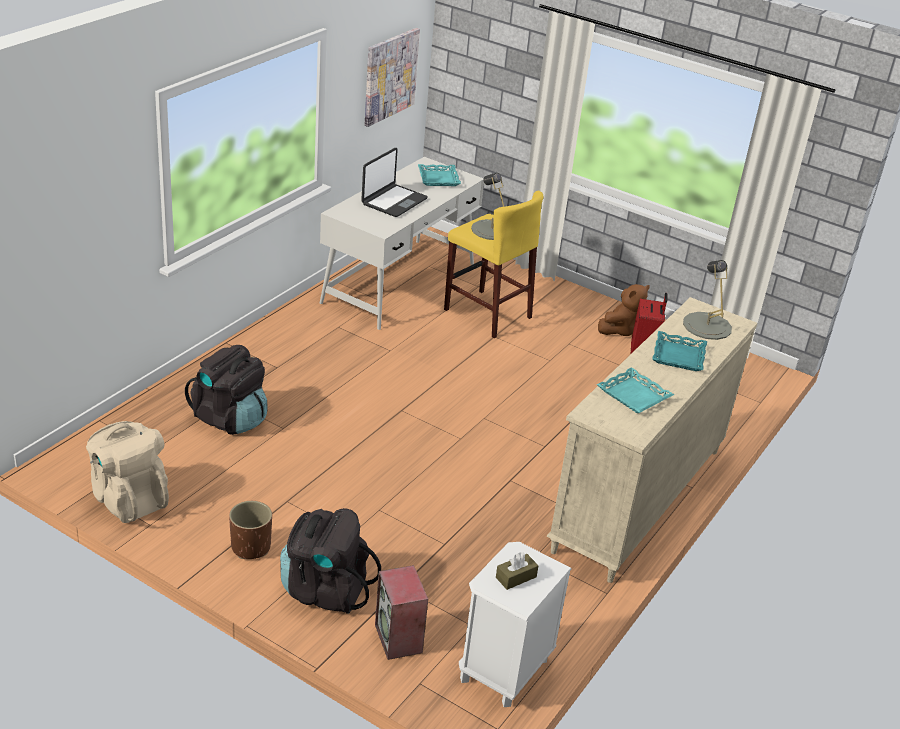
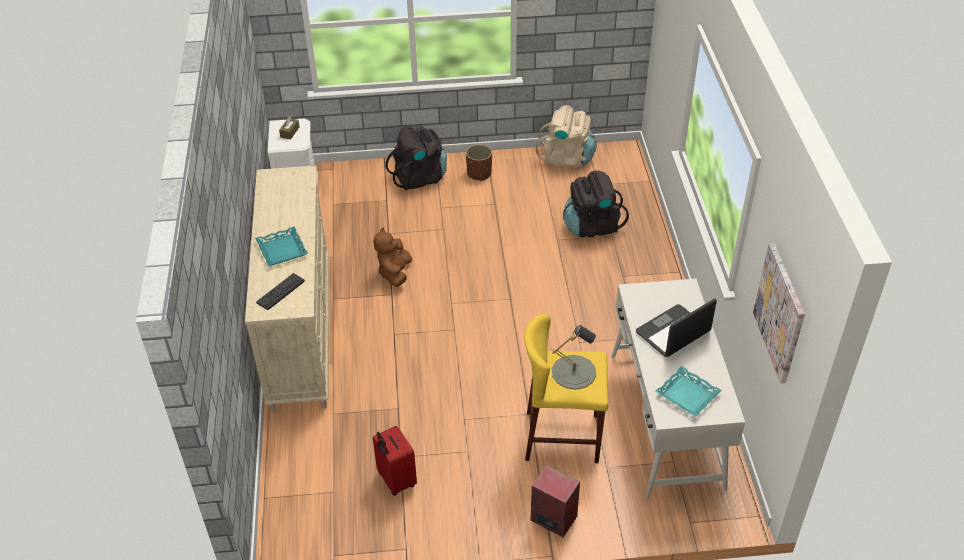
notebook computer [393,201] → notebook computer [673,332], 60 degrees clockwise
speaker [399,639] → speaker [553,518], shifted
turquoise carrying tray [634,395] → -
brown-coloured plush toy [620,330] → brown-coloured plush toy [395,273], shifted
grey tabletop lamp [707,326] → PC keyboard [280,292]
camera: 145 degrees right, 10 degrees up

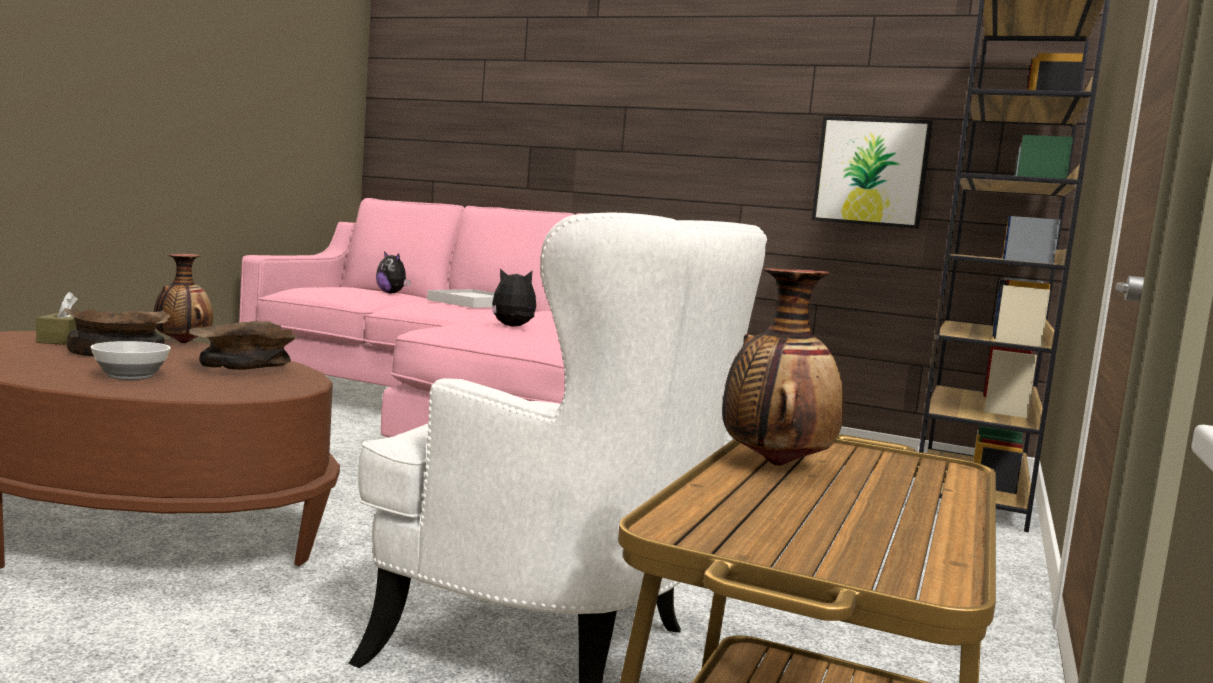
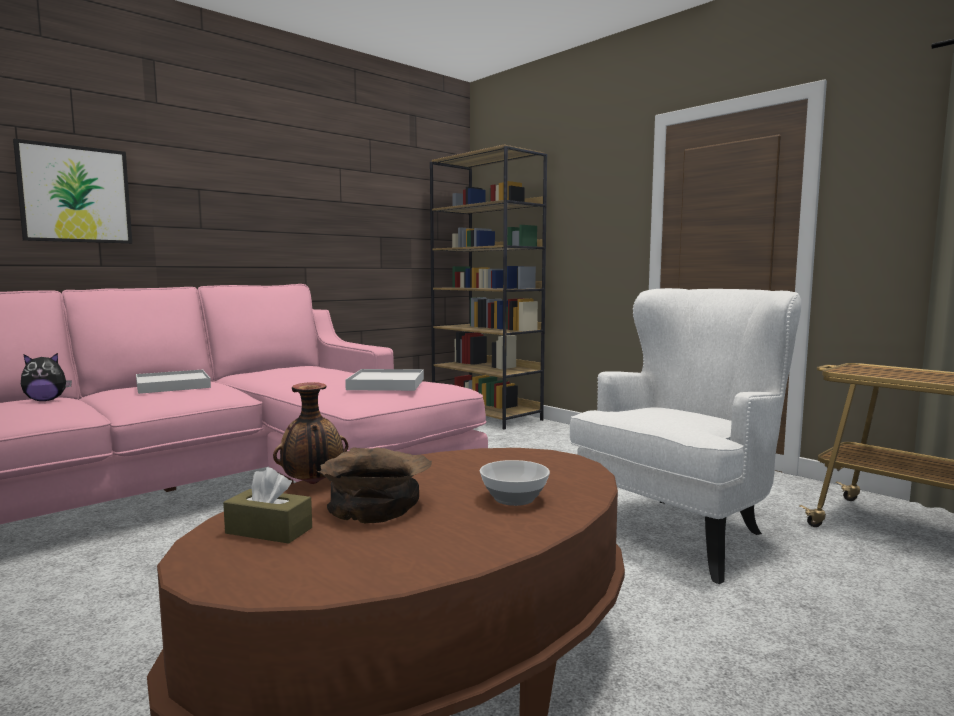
brown-coloured bowl [242,369] → -
plush toy [513,327] → white carrying tray [386,384]
decorative vase [774,464] → -
picture [870,172] → picture [75,194], shifted
camera: 65 degrees left, 0 degrees up

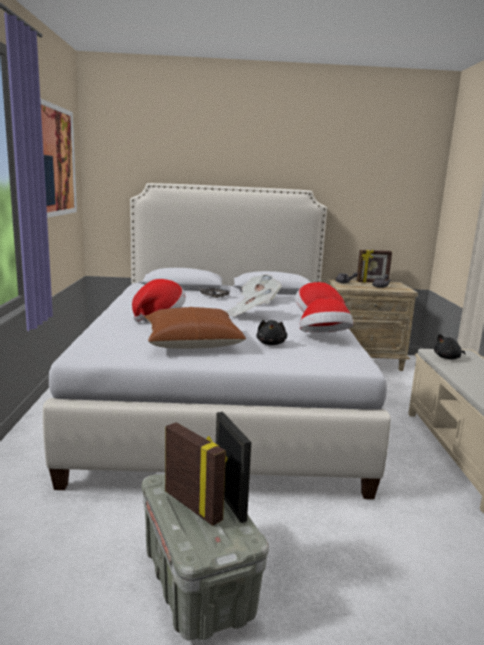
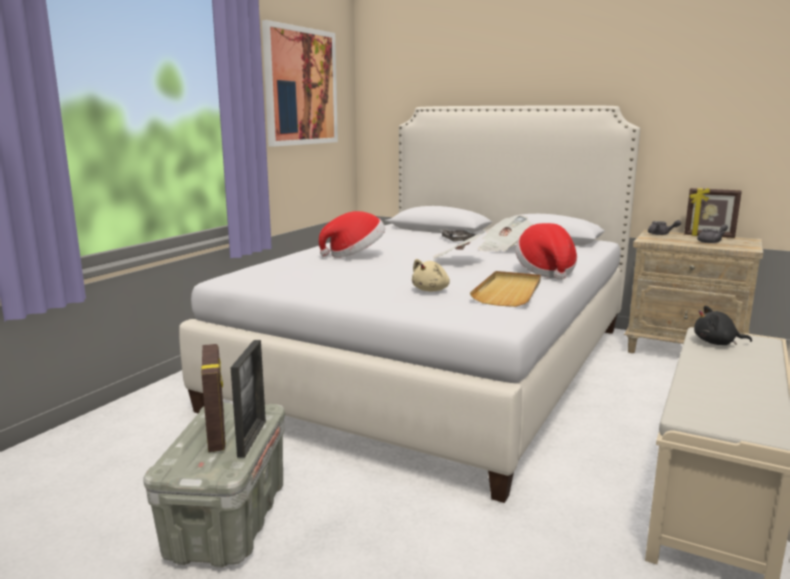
brown-coloured throw pillow [192,342] → -
blackish plush toy [271,343] → sand-coloured plush toy [431,290]
hat [324,338] → sand-coloured carrying tray [509,292]
camera: 30 degrees right, 0 degrees up

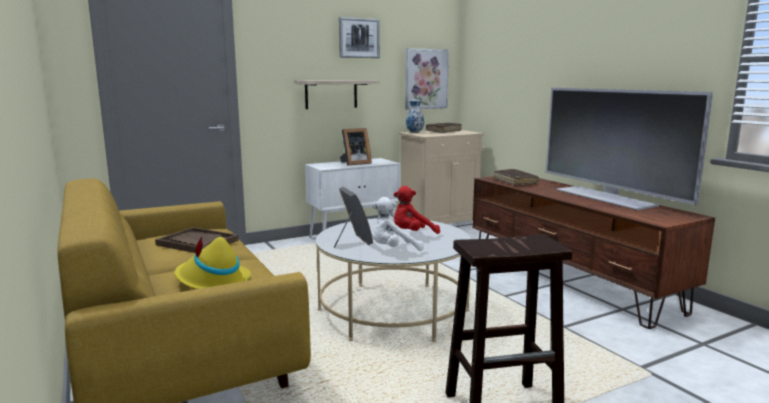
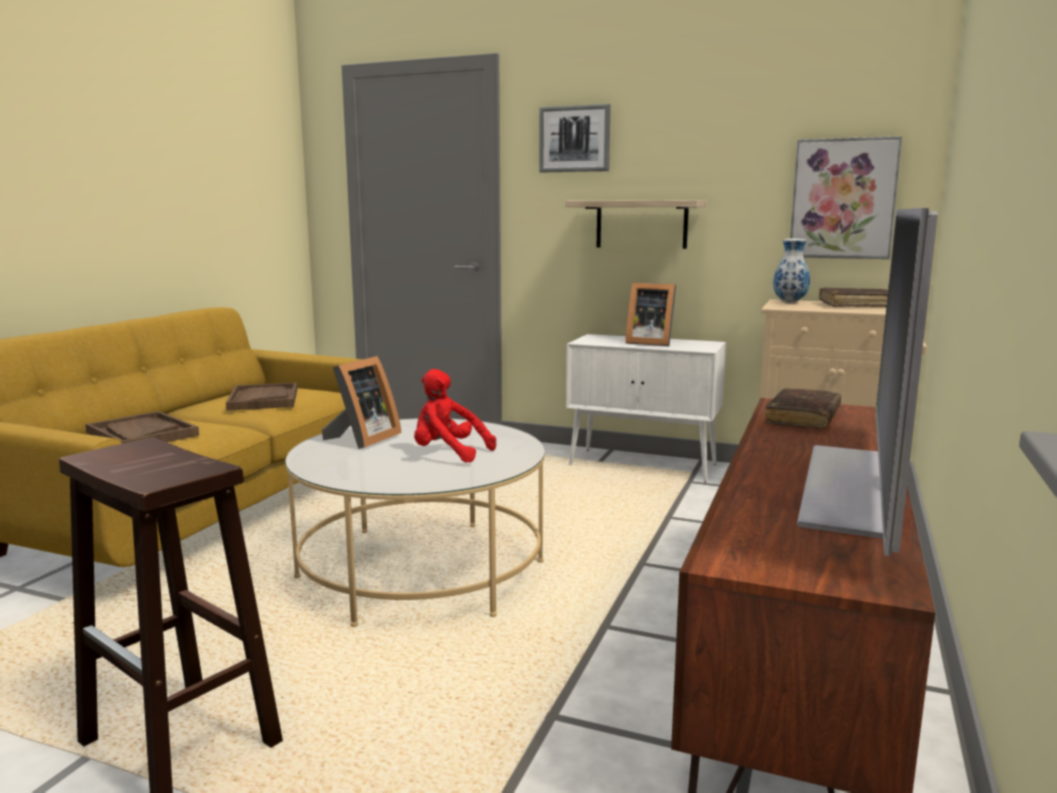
yellow-coloured hat [212,281] → brown-coloured carrying tray [142,434]
picture [359,38] → picture [574,139], shifted
white plush toy [393,250] → -
camera: 50 degrees right, 0 degrees up

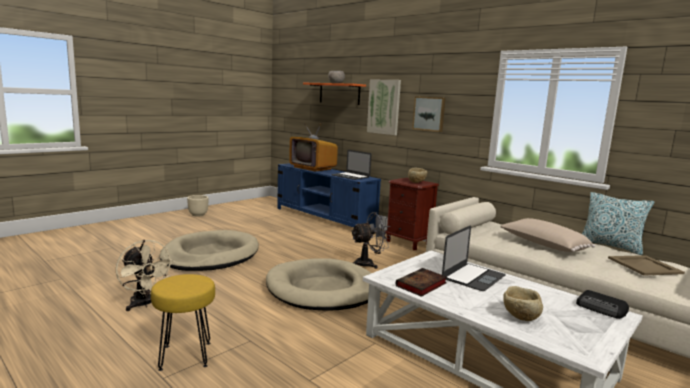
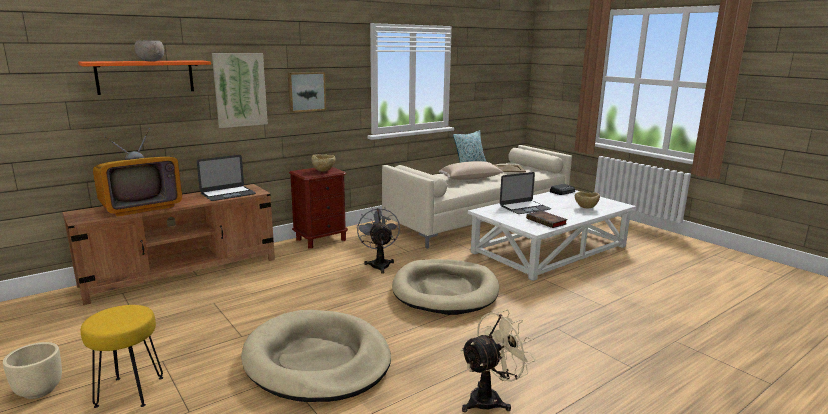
yellow-coloured stool seat [186,356] → yellow-coloured stool seat [131,391], shifted
bluish tv unit [324,218] → brown-coloured tv unit [183,272]
notebook computer [473,277] → notebook computer [525,207], 105 degrees clockwise
camera: 80 degrees left, 5 degrees up

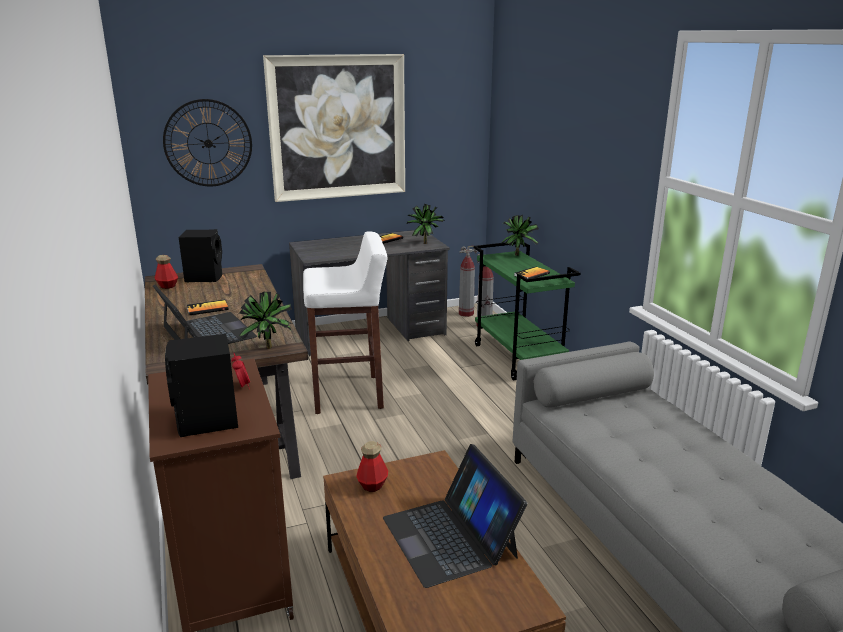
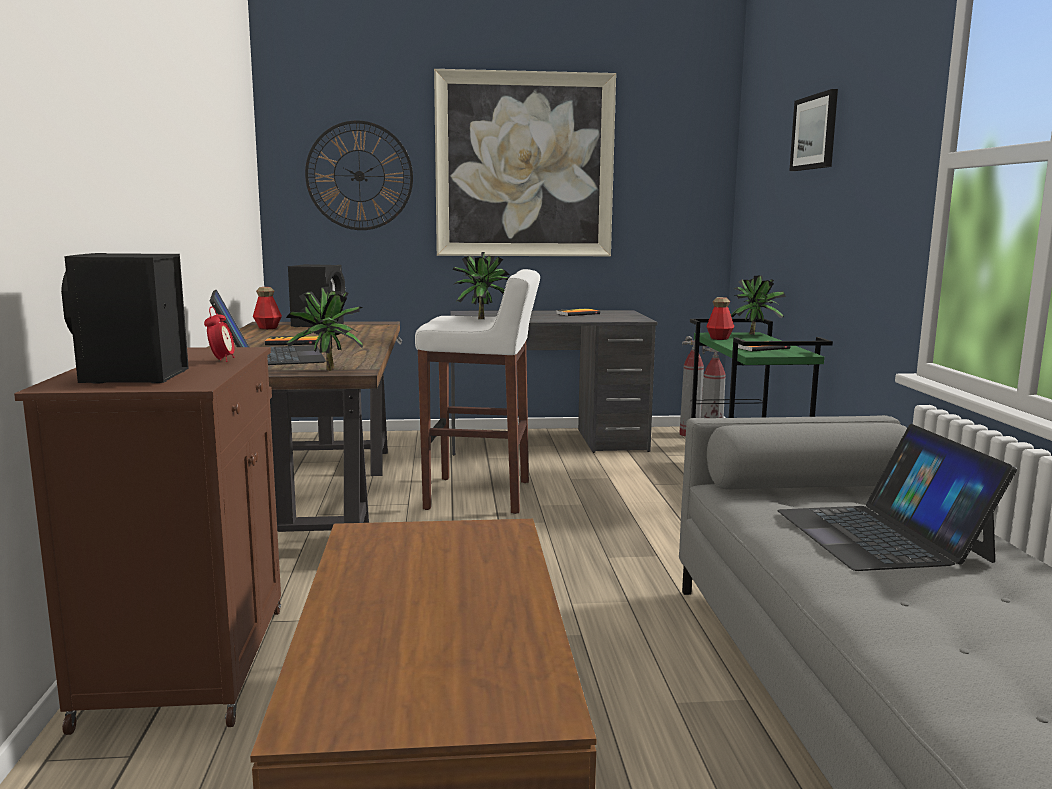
drink bottle [372,485] → drink bottle [719,338], shifted
notebook computer [450,537] → notebook computer [881,535], shifted
houseplant [424,243] → houseplant [481,319], shifted
- → picture [815,132]
camera: 15 degrees right, 10 degrees down

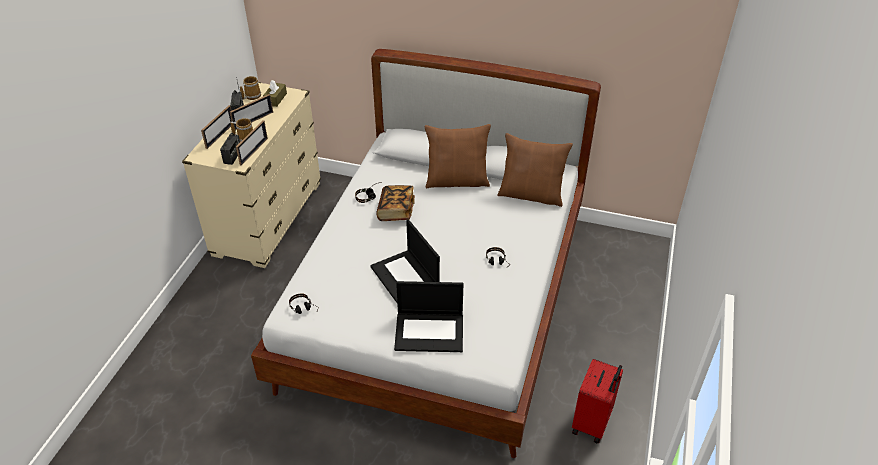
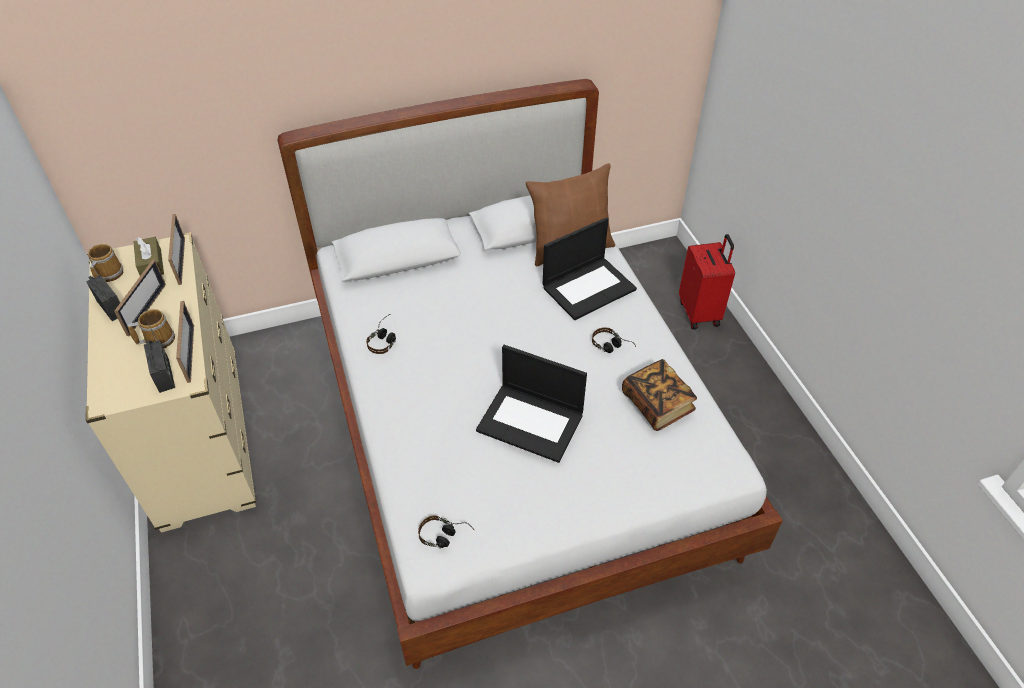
standing frame [220,135] → standing frame [181,261], shifted
bound book [396,211] → bound book [657,404], shifted
notebook computer [430,331] → notebook computer [589,287], shifted
brown-coloured throw pillow [457,181] → -
red piece of luggage [592,423] → red piece of luggage [700,313], shifted
camera: 35 degrees left, 5 degrees up

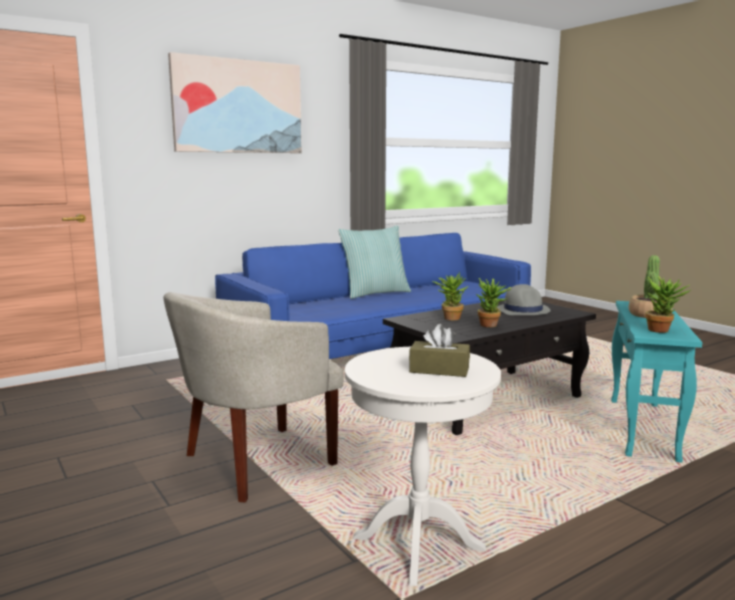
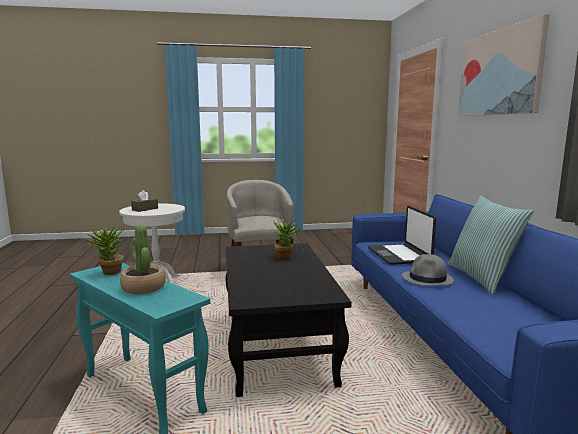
houseplant [491,326] → -
grey hat [523,310] → grey hat [427,279], shifted
- → notebook computer [399,255]
camera: 115 degrees right, 0 degrees up

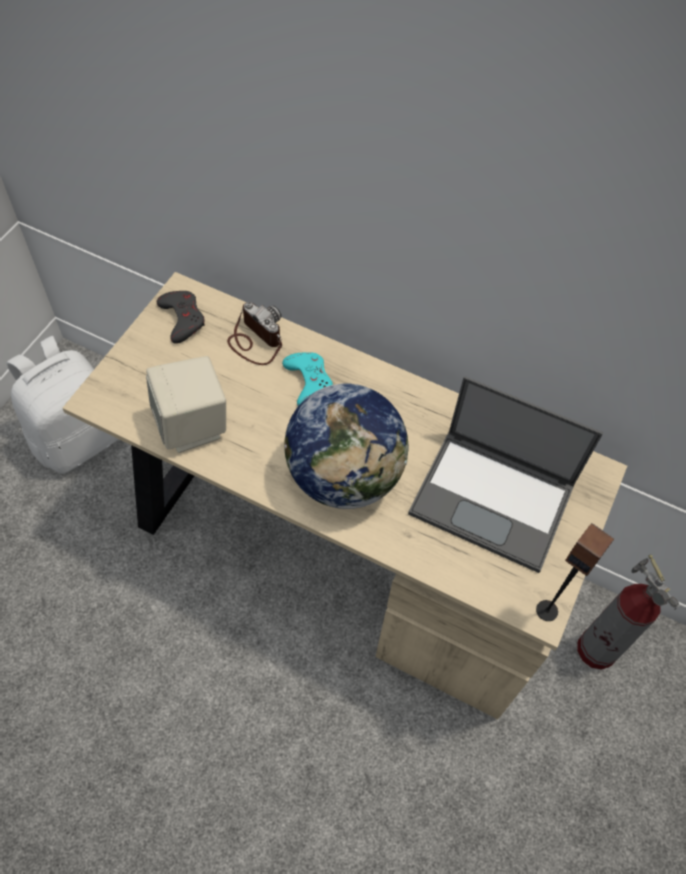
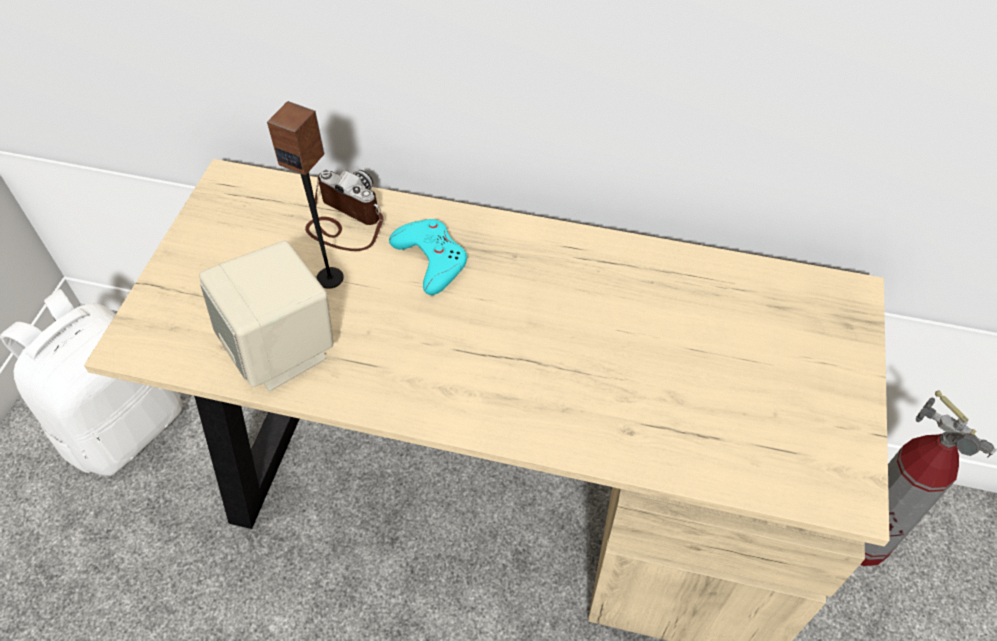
grey game controller [182,318] → -
world globe [345,475] → -
notebook computer [494,499] → -
speaker [547,610] → speaker [330,277], shifted
camera: 10 degrees left, 5 degrees down

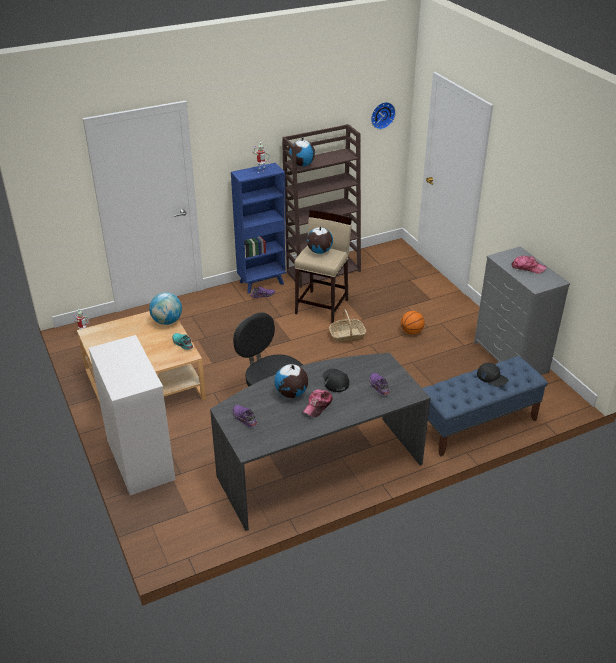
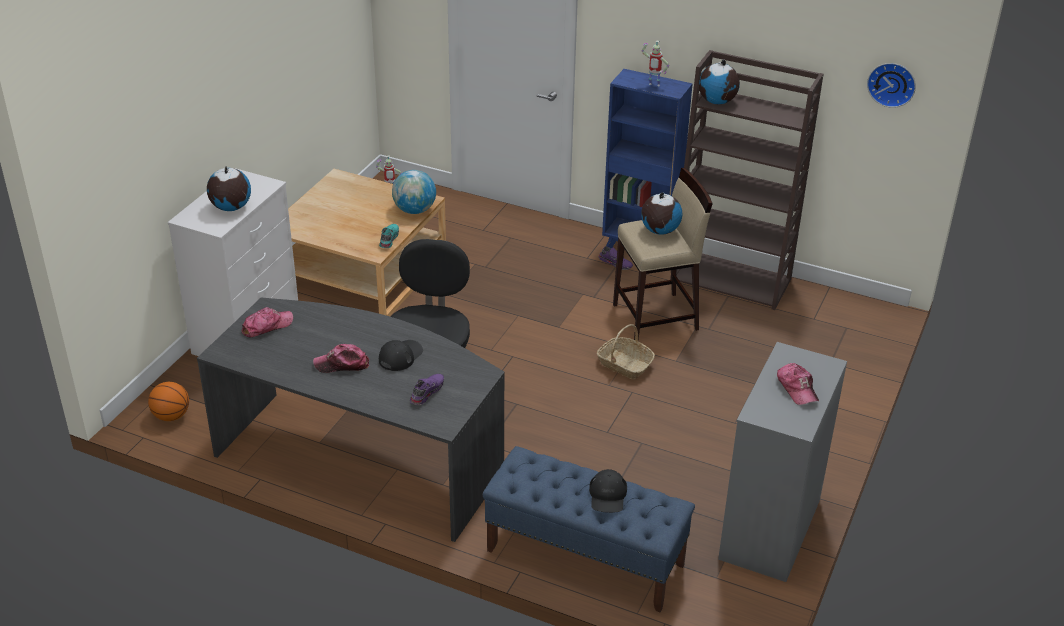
purple low shoe [244,419] → baseball cap [267,326]
world globe [291,394] → world globe [231,208], shifted
basketball [411,332] → basketball [171,416], shifted
camera: 50 degrees right, 0 degrees up

